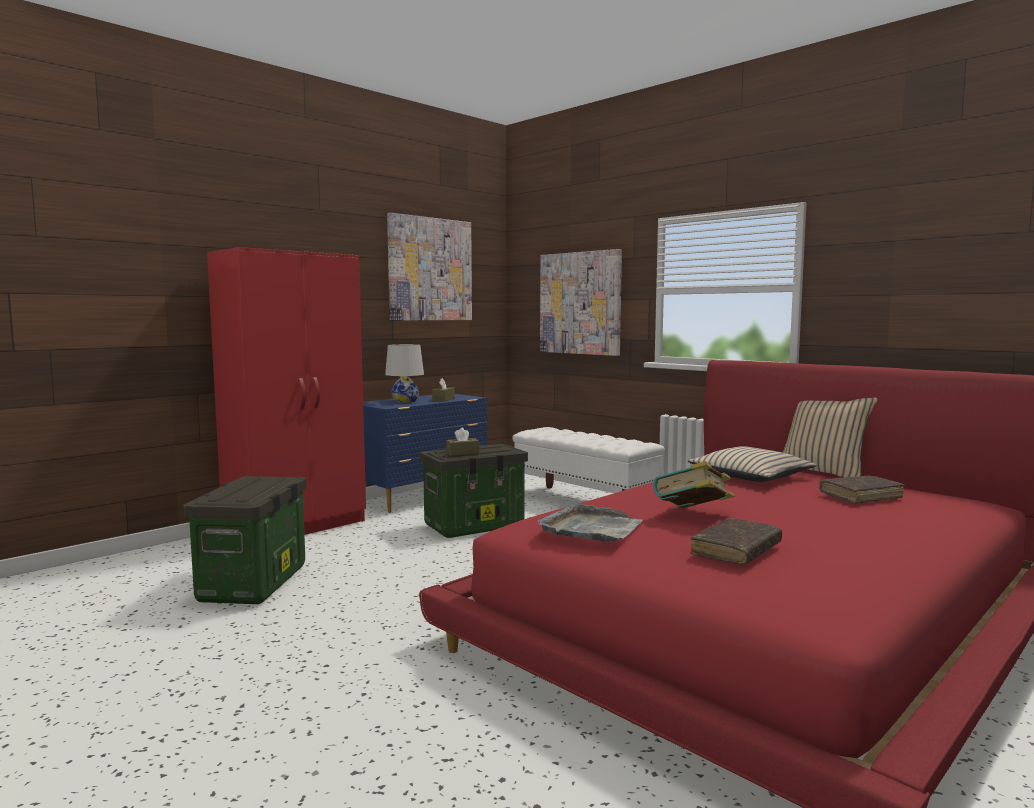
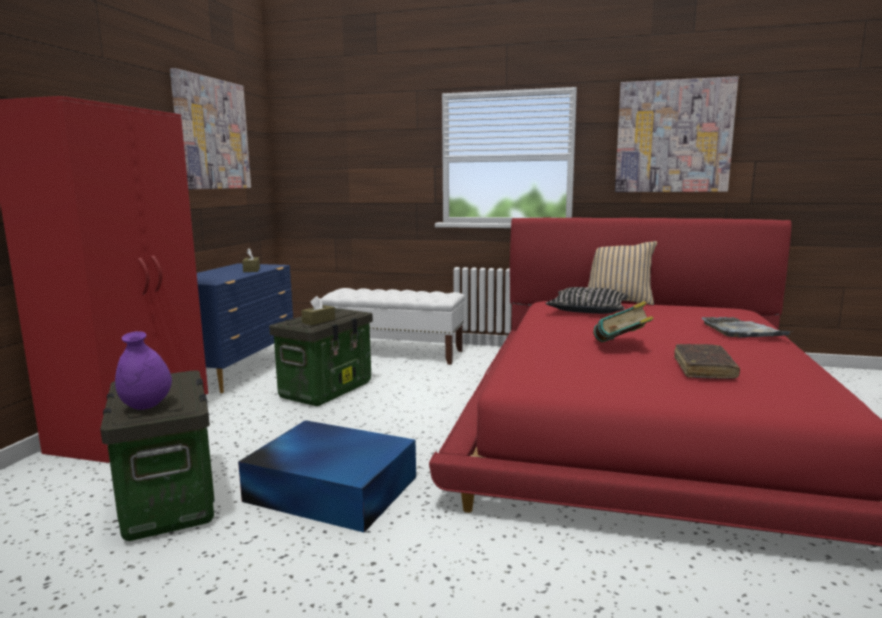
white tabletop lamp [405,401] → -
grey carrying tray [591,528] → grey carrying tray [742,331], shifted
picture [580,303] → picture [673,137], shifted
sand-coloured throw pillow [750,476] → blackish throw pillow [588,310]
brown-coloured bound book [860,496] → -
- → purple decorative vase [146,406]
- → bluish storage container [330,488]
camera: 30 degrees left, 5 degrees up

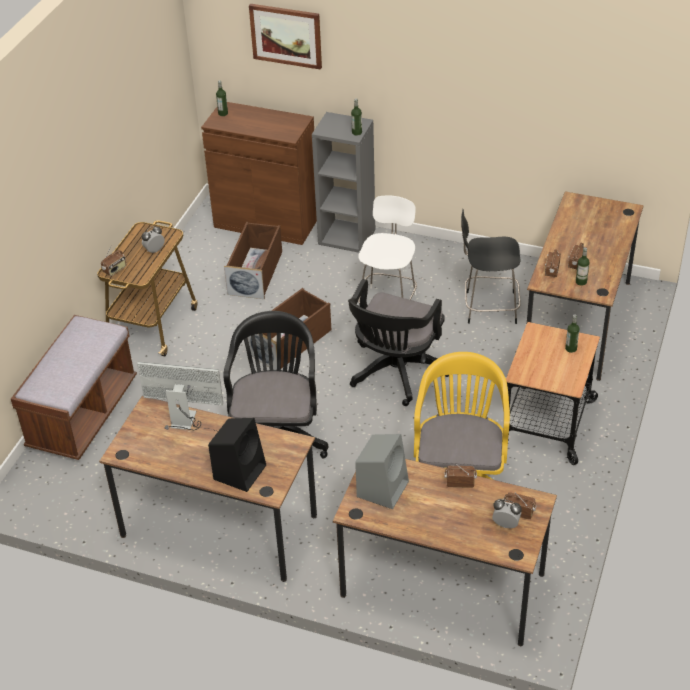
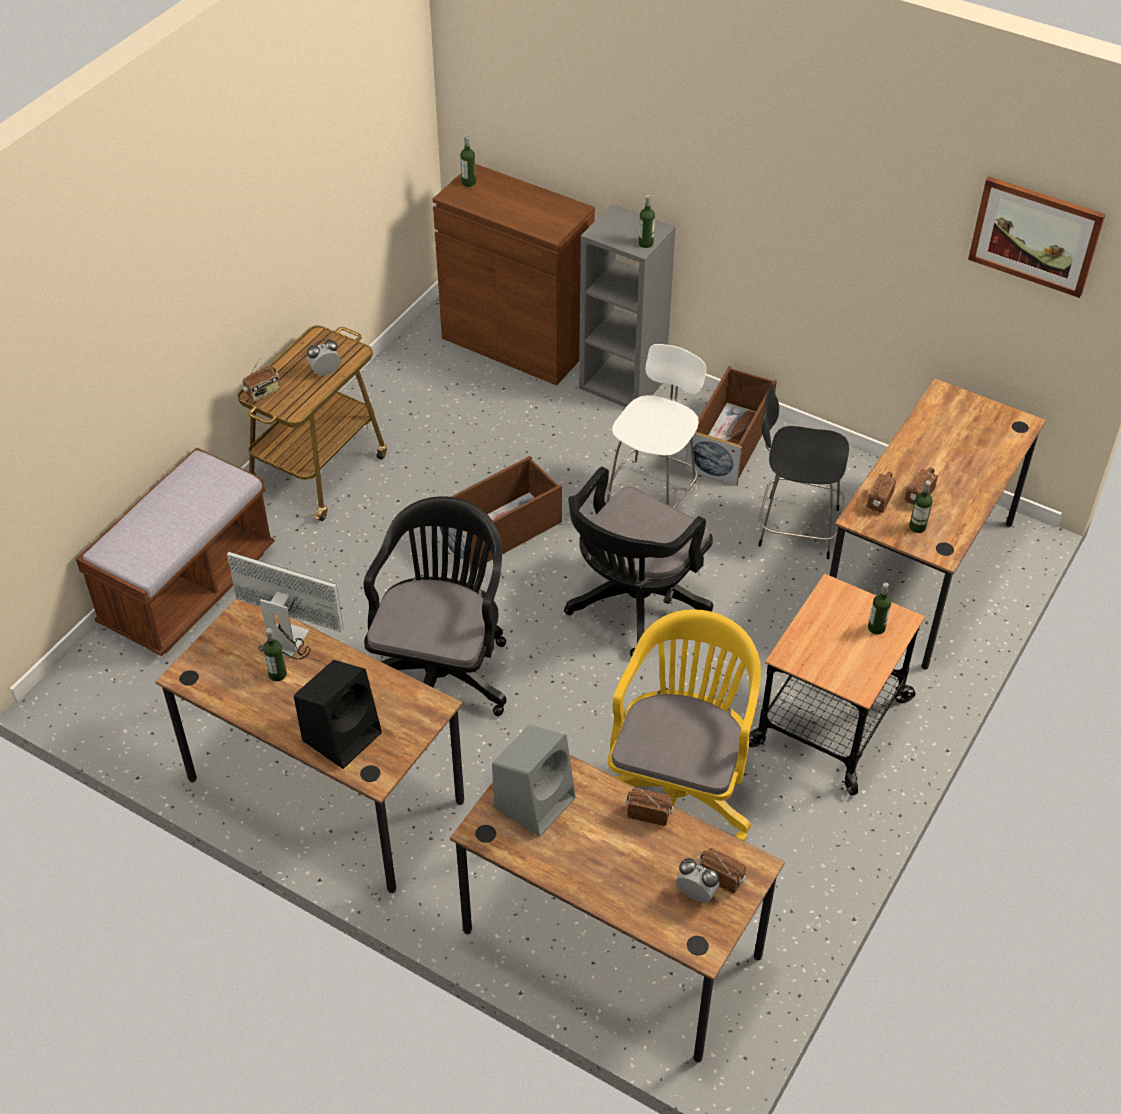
brown-coloured storage container [256,272] → brown-coloured storage container [730,442], shifted
picture [286,35] → picture [1035,235], shifted
- → drink bottle [277,674]
camera: 10 degrees right, 5 degrees up

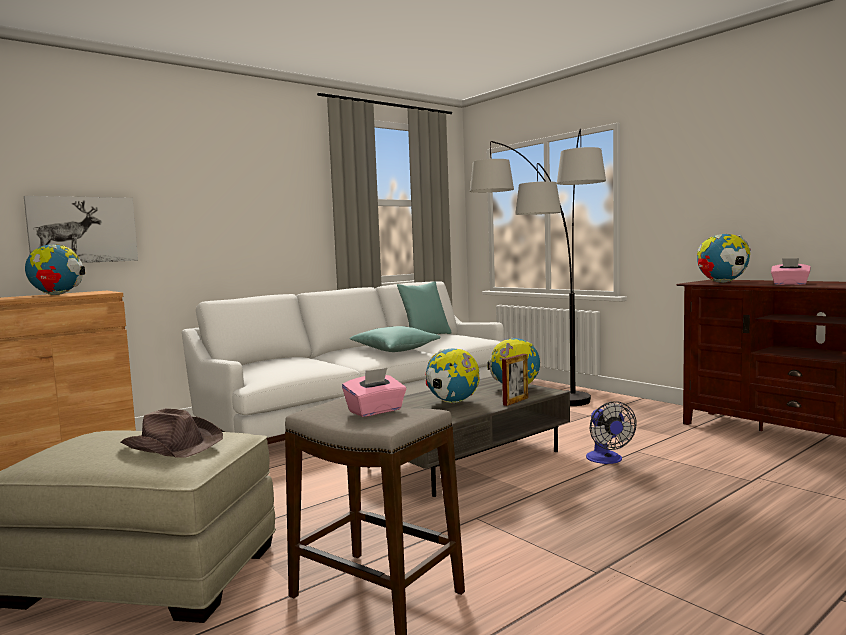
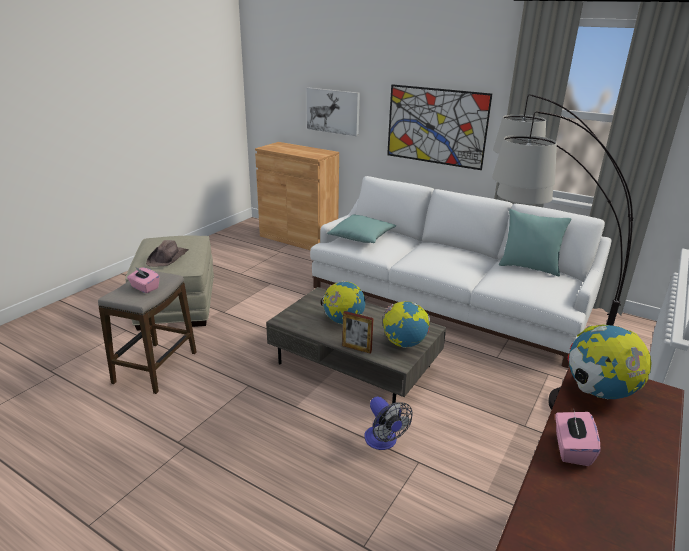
world globe [57,294] → -
turquoise throw pillow [395,350] → turquoise throw pillow [362,237], shifted
fan [607,460] → fan [384,442], 90 degrees counterclockwise
- → picture [436,126]
camera: 70 degrees right, 20 degrees up

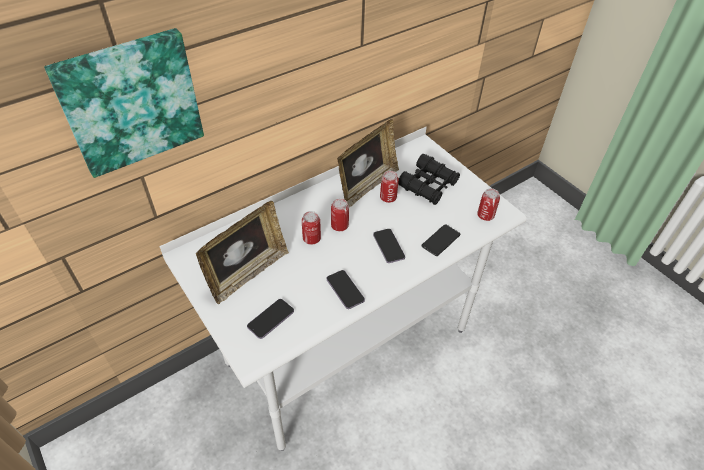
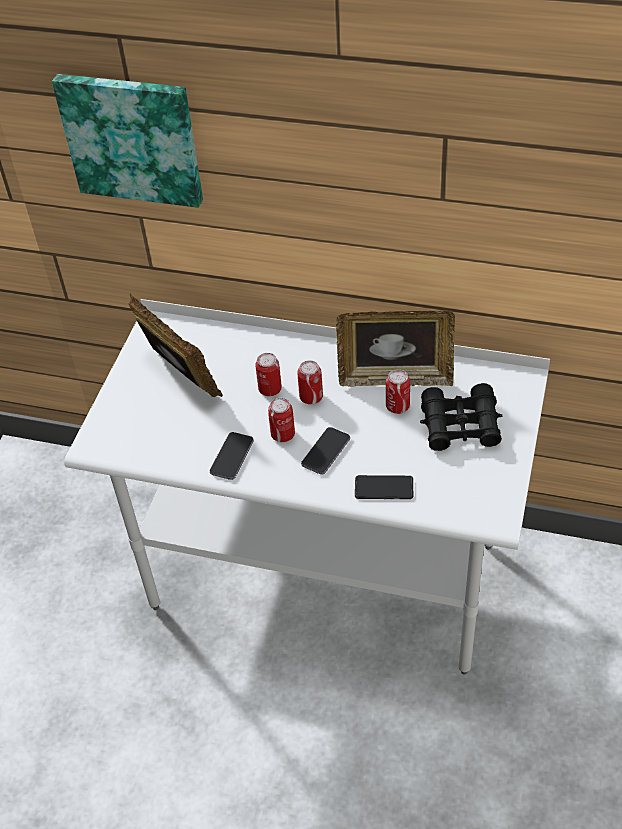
standing frame [247,273] → standing frame [179,377], 135 degrees counterclockwise
phone [271,319] → -
sealed can [485,215] → sealed can [283,434], shifted
camera: 55 degrees right, 0 degrees up

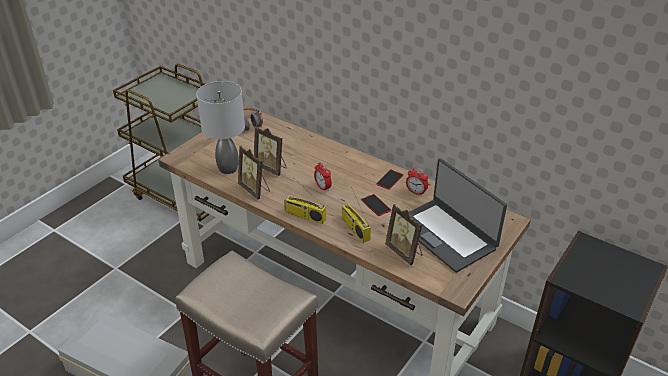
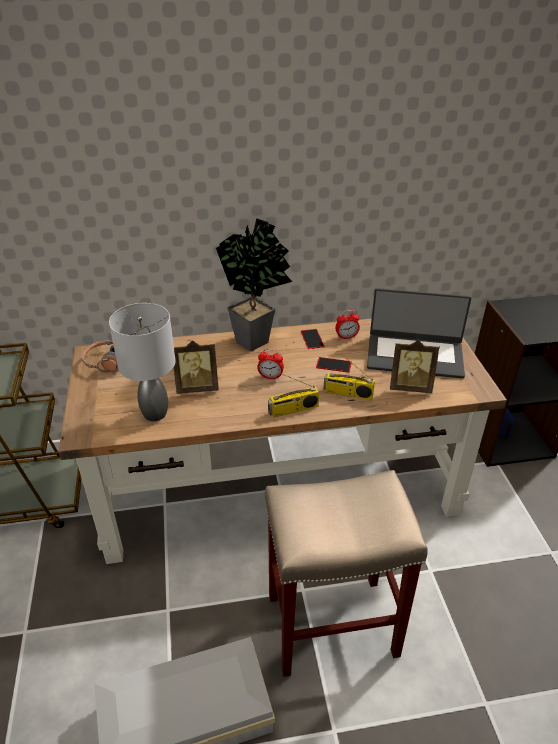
standing frame [255,189] → -
- → houseplant [258,341]
camera: 45 degrees left, 0 degrees up

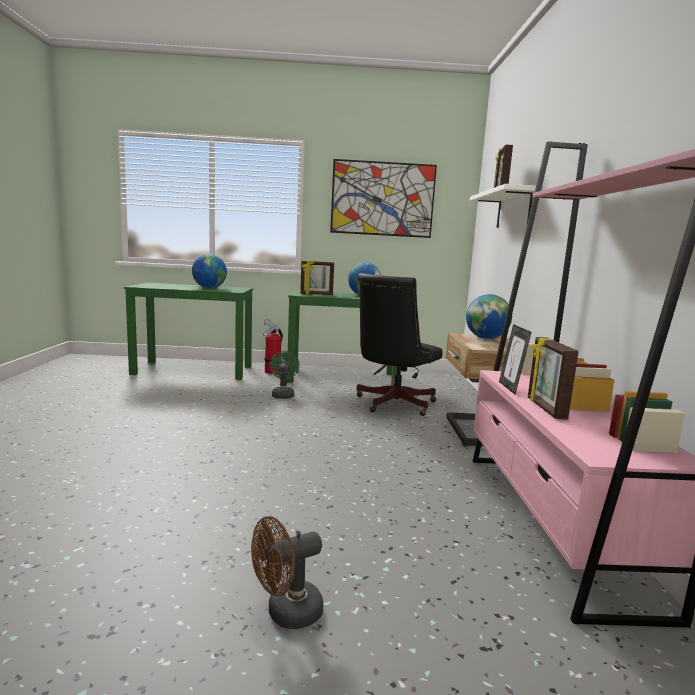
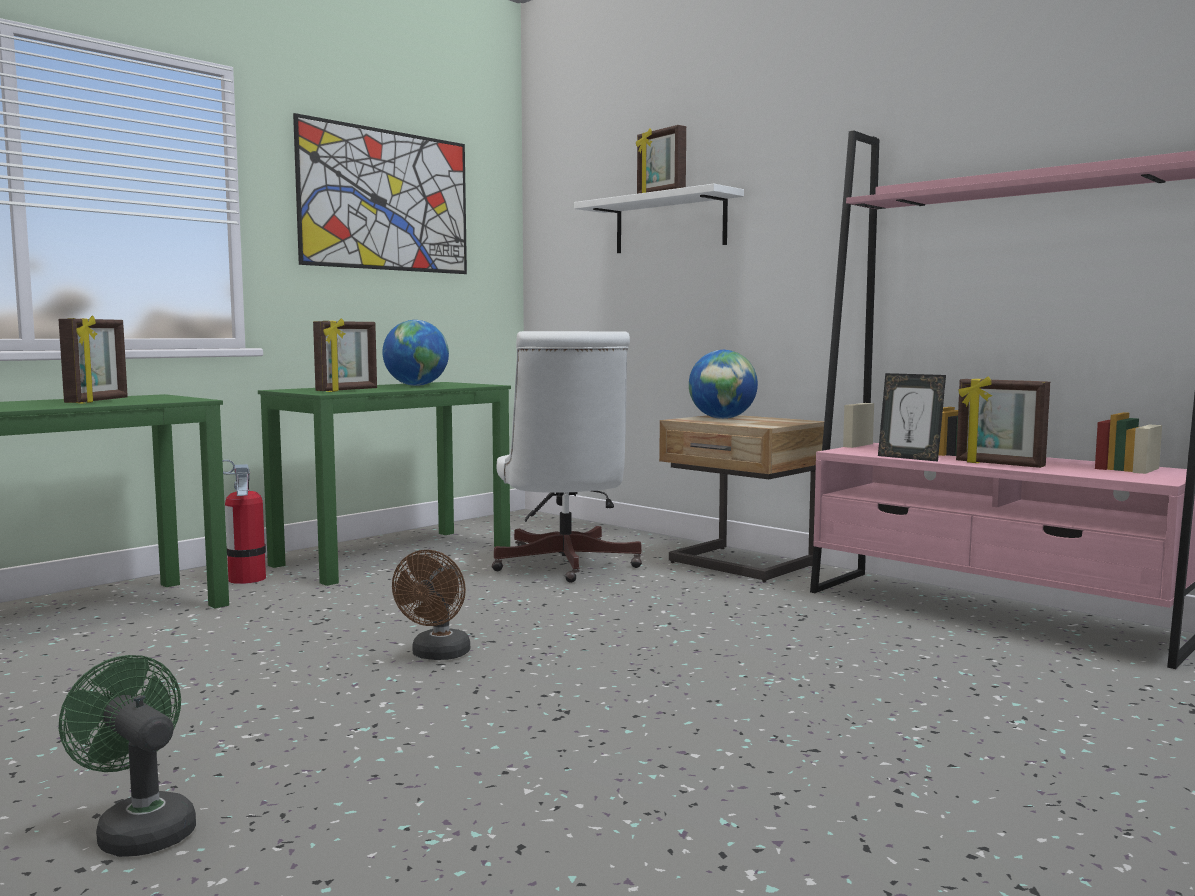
world globe [209,288] → standing frame [98,401]
brown-coloured fan [286,613] → brown-coloured fan [437,655], shifted
green fan [283,394] → green fan [139,829], shifted
blackish office chair [392,404] → white office chair [565,566]
camera: 45 degrees left, 5 degrees down

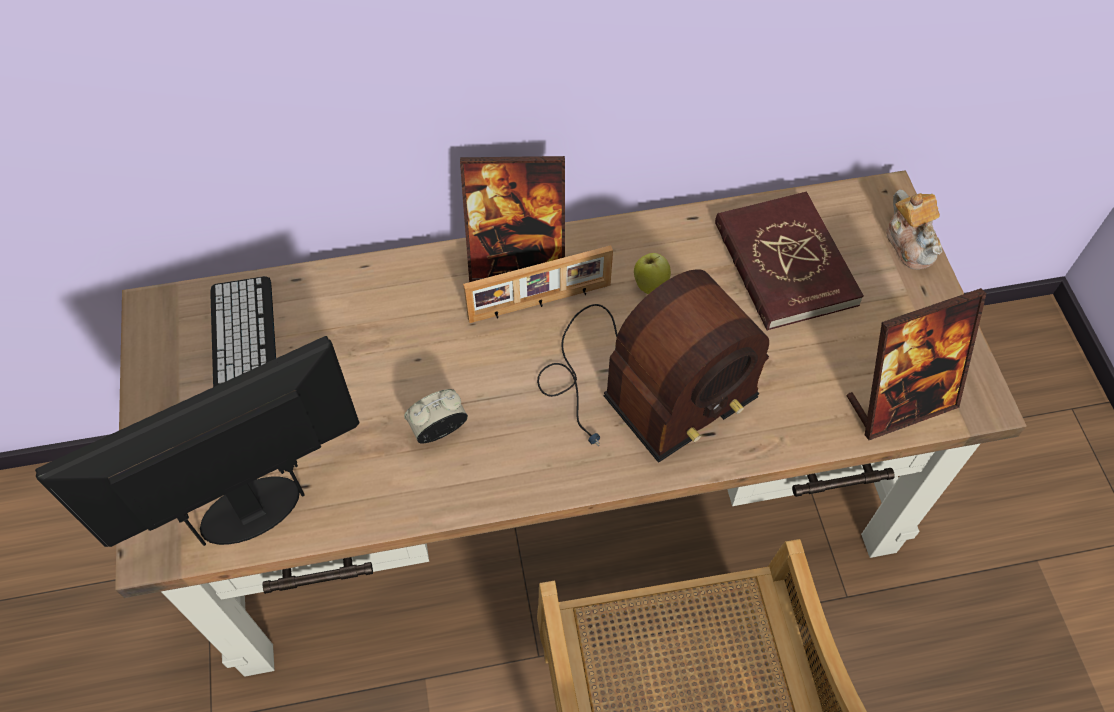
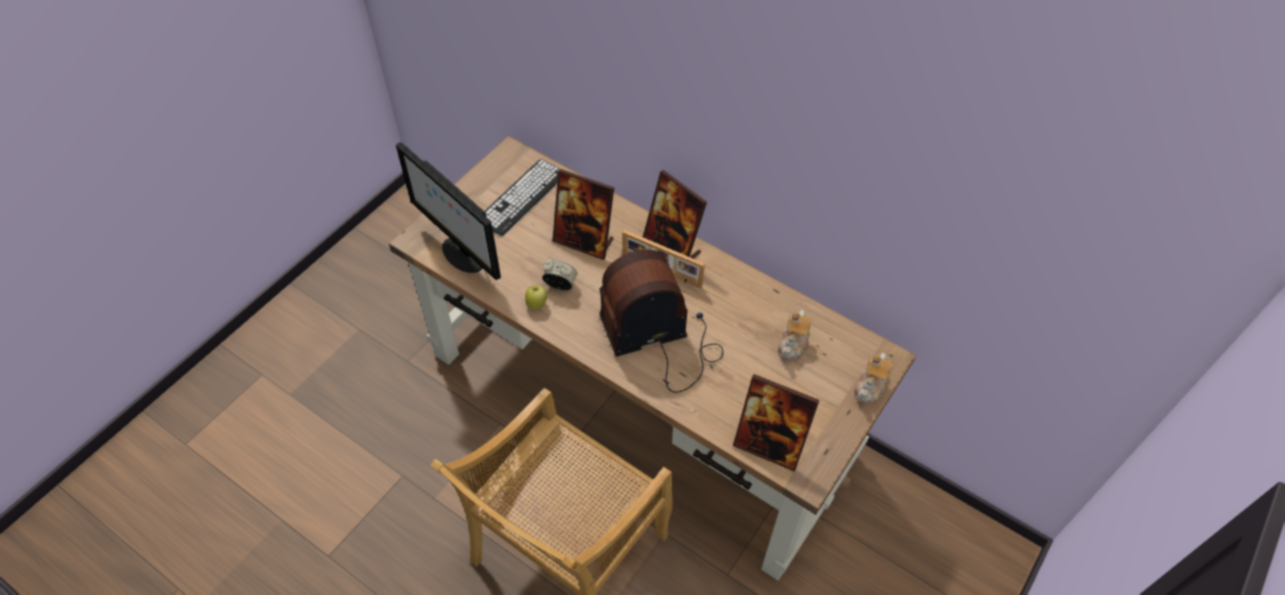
monitor [251,508] → monitor [462,254], 150 degrees counterclockwise
radio receiver [642,387] → radio receiver [662,339], 150 degrees clockwise
apple [650,284] → apple [537,304], shifted
red bound book [784,264] → tea pot [793,345]
- → standing frame [584,241]
camera: 45 degrees right, 5 degrees down

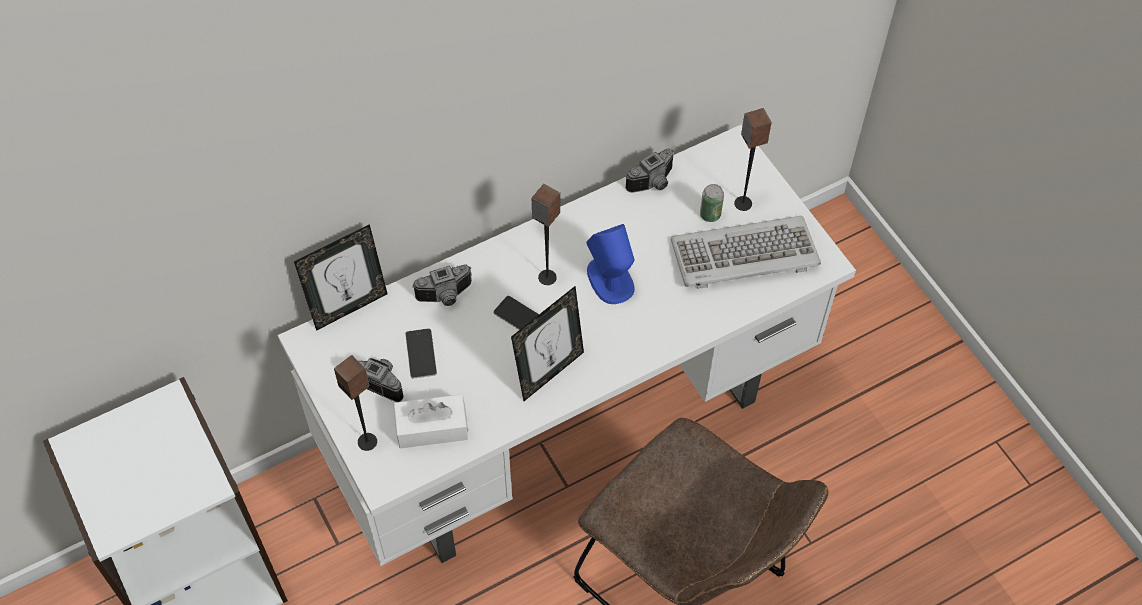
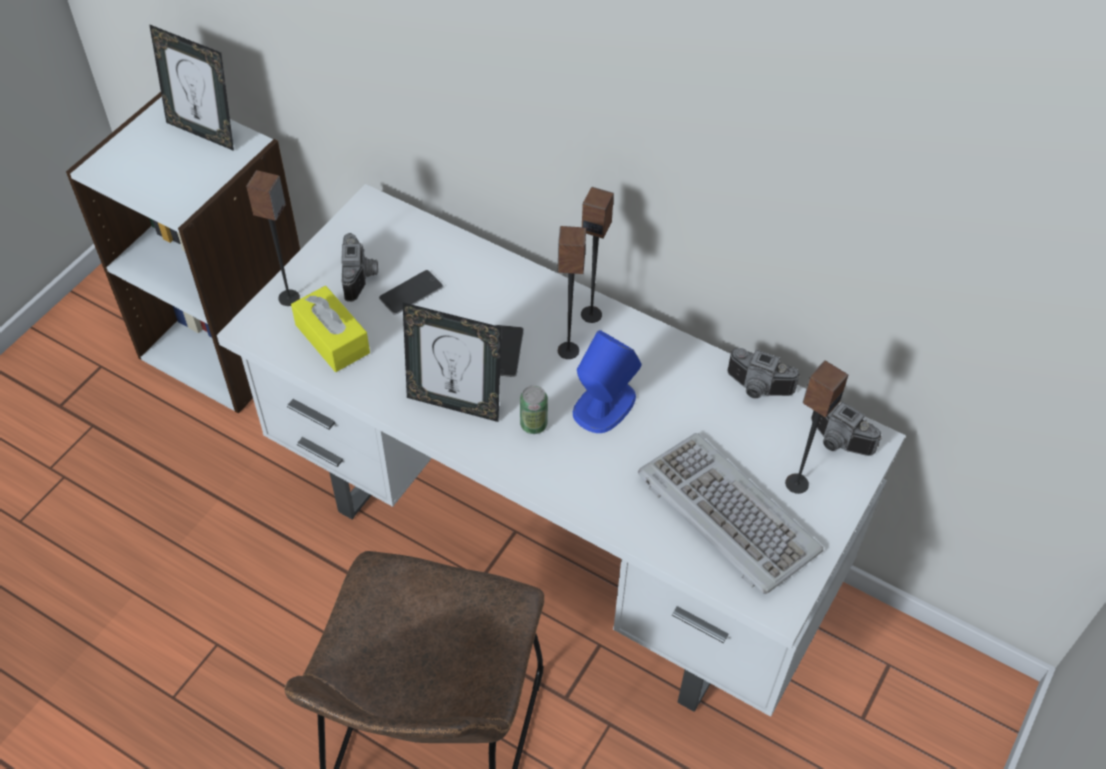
standing frame [349,307] → standing frame [204,132], shifted
white box of tissues [432,428] → yellow-coloured box of tissues [332,339]
still camera [446,297] → still camera [836,442], shifted
sealed can [710,214] → sealed can [533,424], shifted
- → speaker [591,314]
camera: 60 degrees right, 5 degrees down

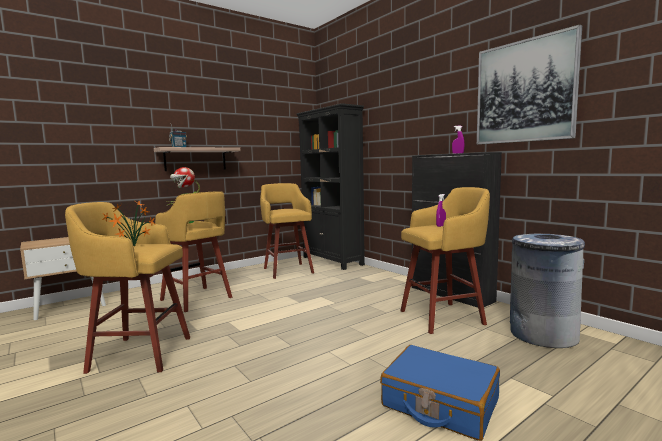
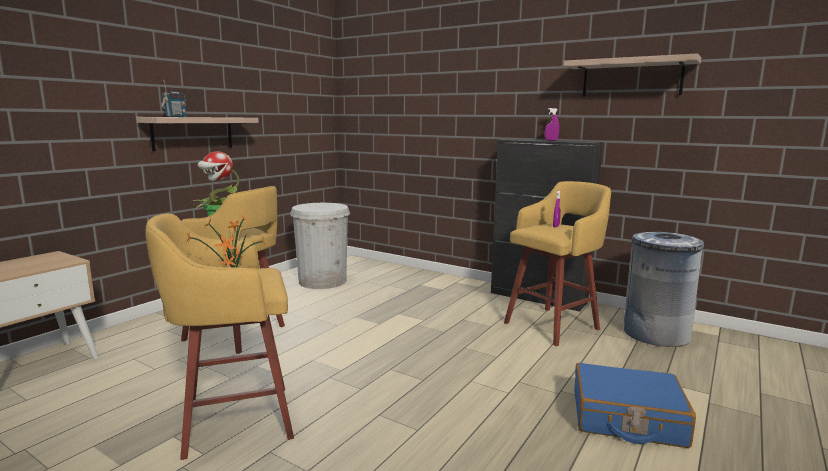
yellow-coloured stool seat [288,270] → white waste bin [322,281]
blackish bookcase [332,261] → -
picture [524,91] → shelf [631,78]
camera: 20 degrees left, 5 degrees up

